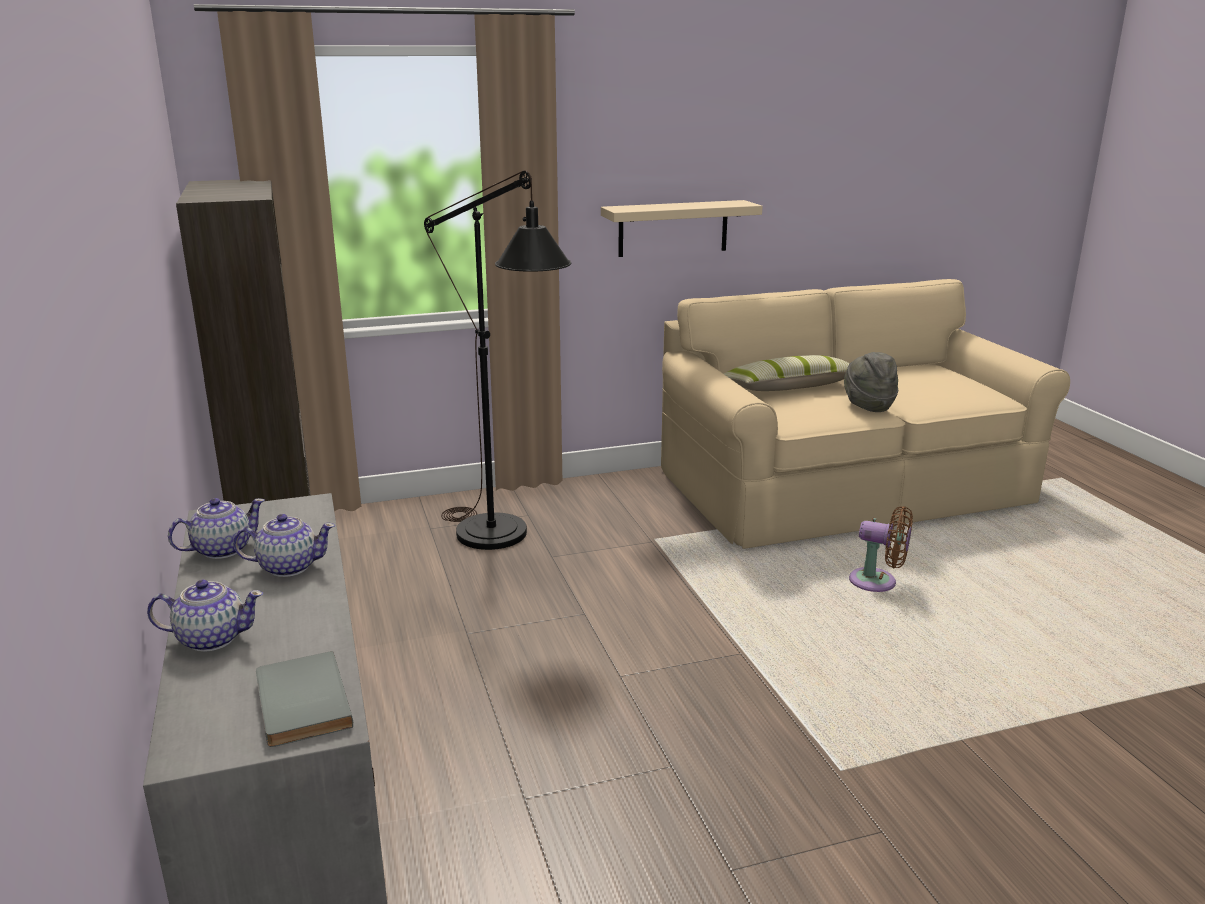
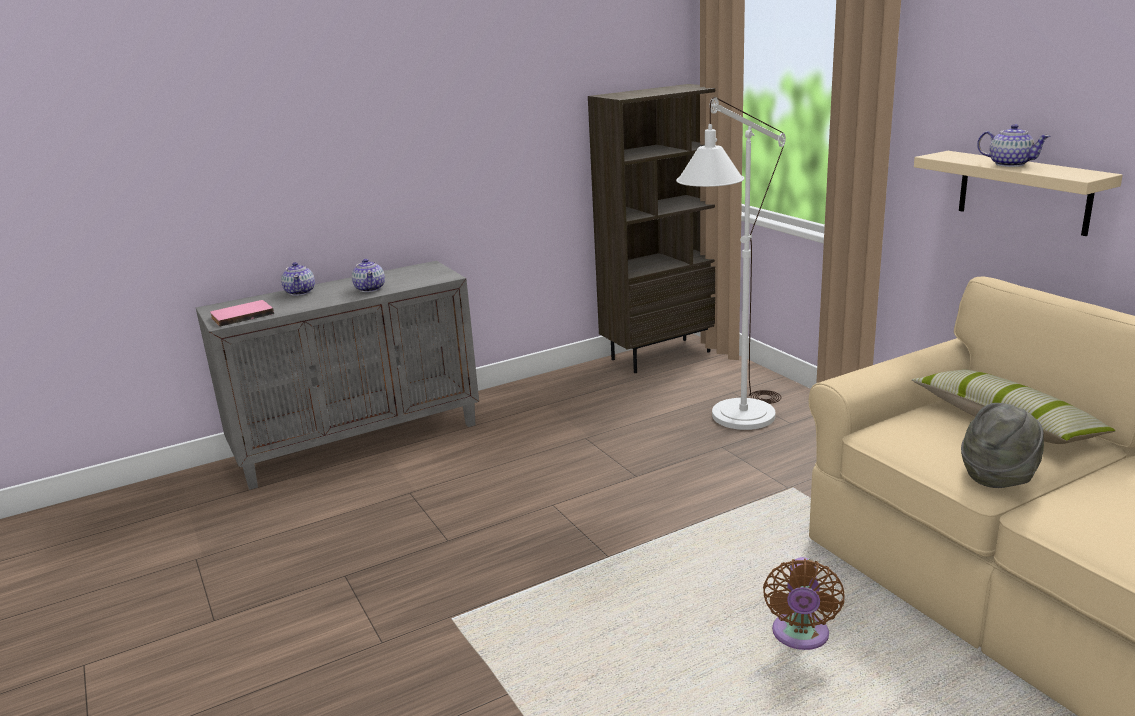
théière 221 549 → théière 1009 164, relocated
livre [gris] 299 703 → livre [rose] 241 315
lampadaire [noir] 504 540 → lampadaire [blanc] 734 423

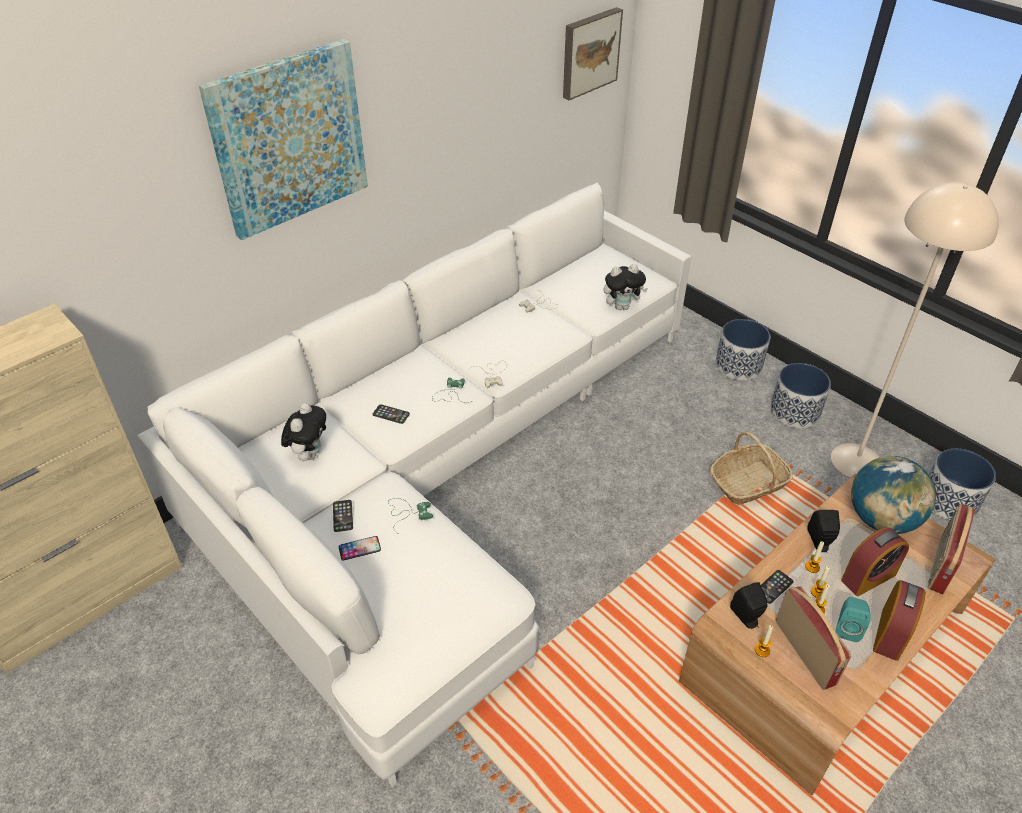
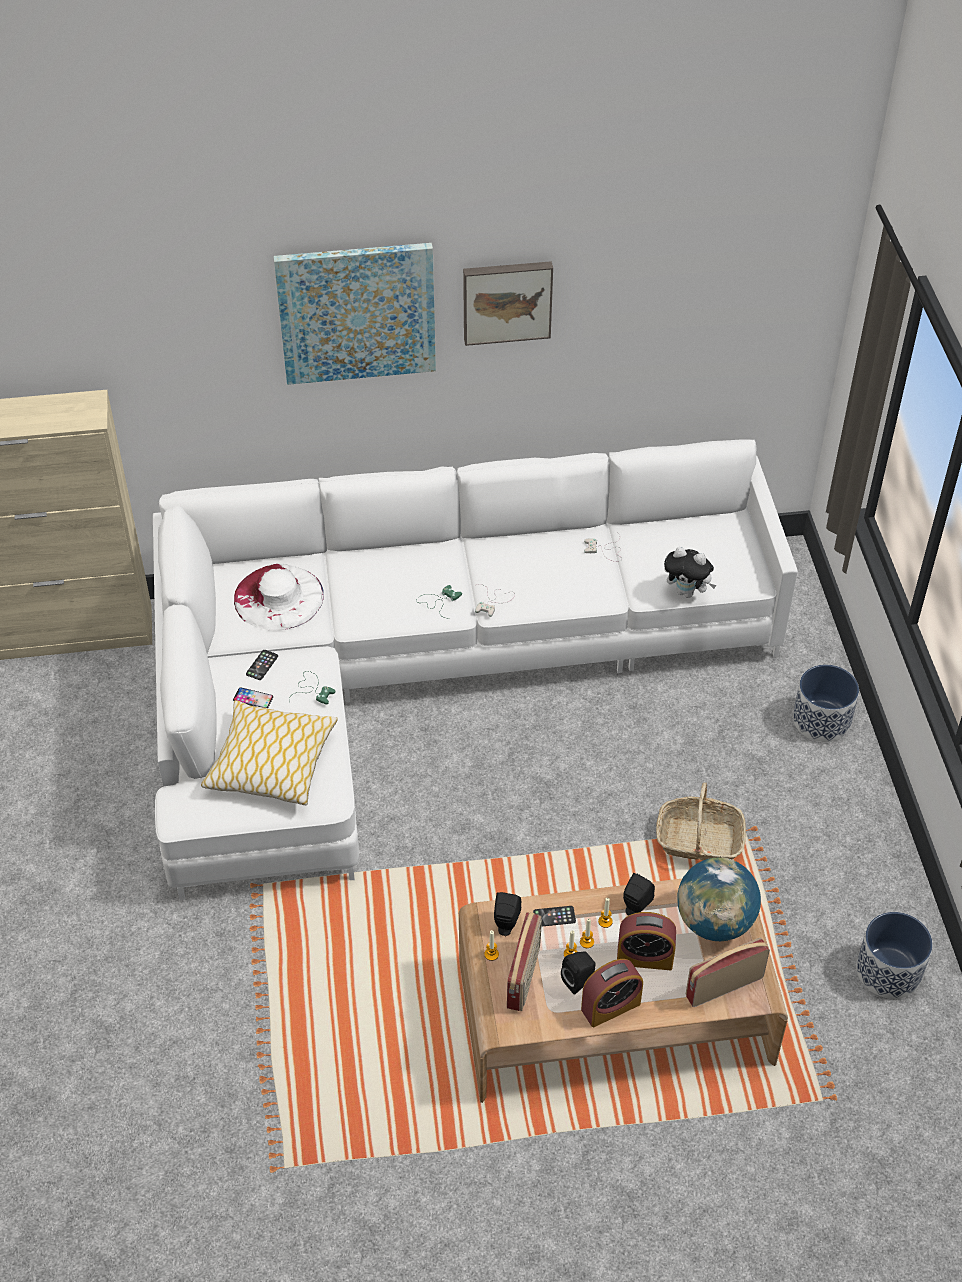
peluche 309 453 → chapeau [blanc] 278 597
téléphone 391 414 → -
tableau 589 52 → tableau 507 300, relocated
cache-pot 795 412 → -
lampadaire [beige] 857 461 → -
enceinte [turquoise] 847 628 → enceinte [noir] 579 981
- → coussin 271 763

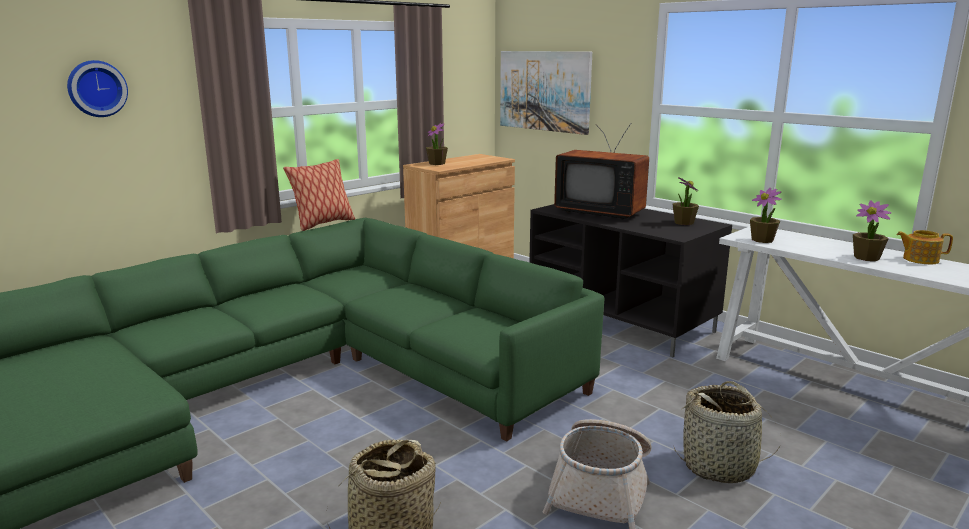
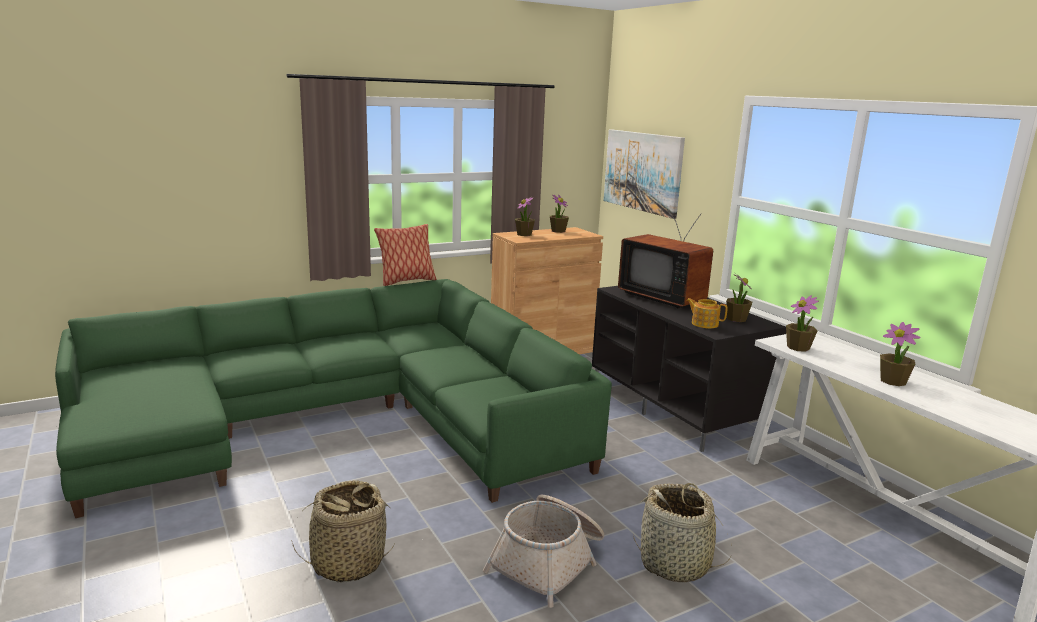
horloge murale 96 88 → -
théière 919 259 → théière 704 324, relocated
- → plante en pot 558 231

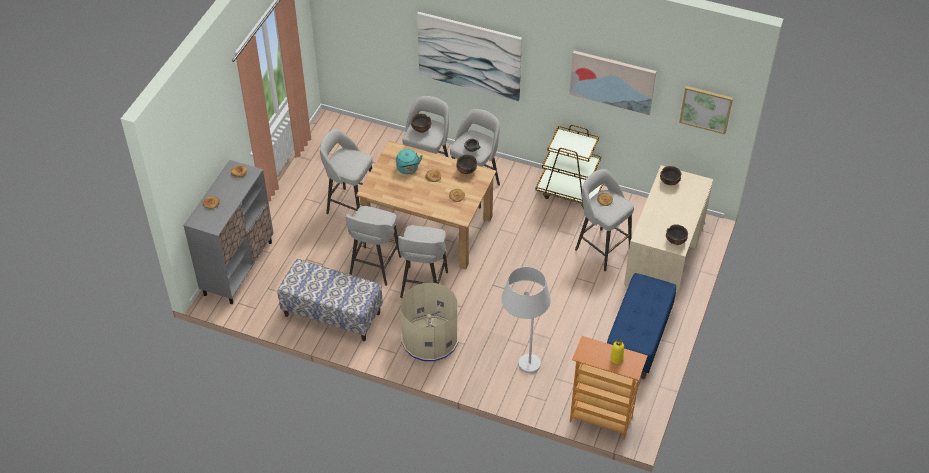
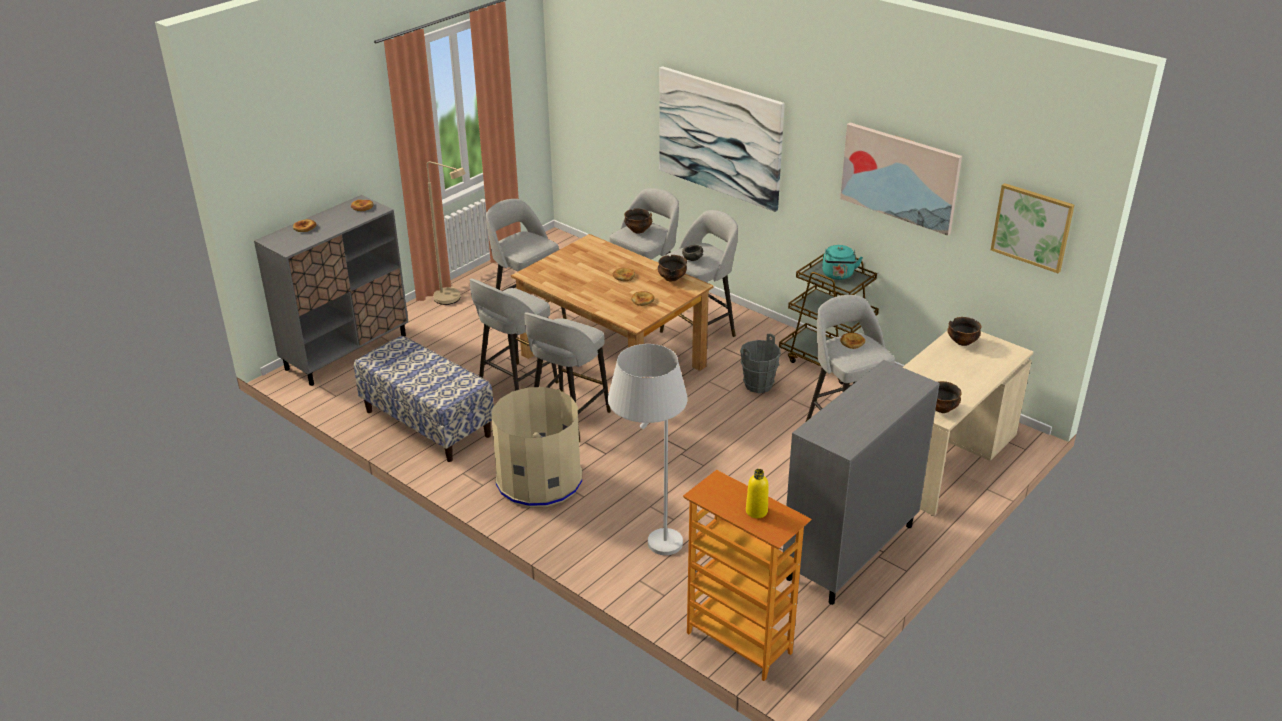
bouilloire [turquoise] 408 169 → bouilloire [turquoise] 838 275, relocated
banc [bleu] 638 339 → meuble de rangement [gris] 850 552
- → lampadaire [beige] 453 300
- → seau [gris] 758 385

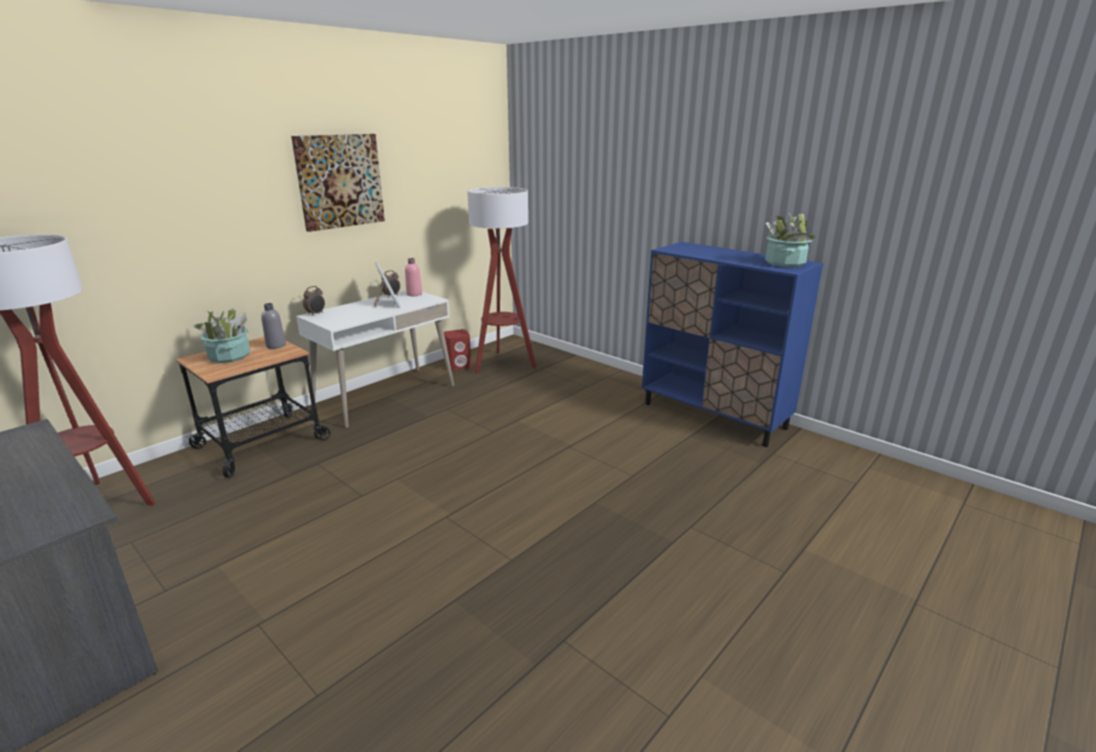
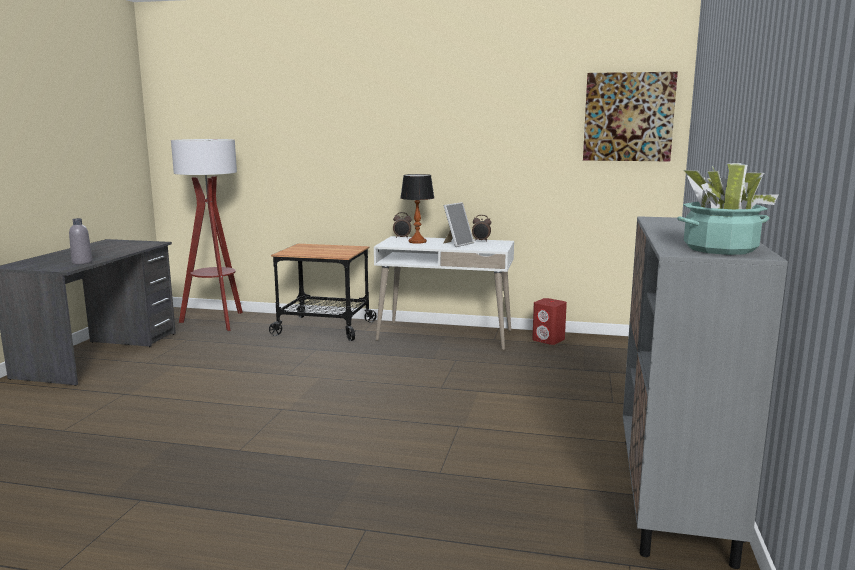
plante en pot 229 356 → -
bouteille [gris] 276 345 → bouteille [gris] 82 262, relocated
tableau 339 181 → tableau 628 117, relocated
bouteille [rose] 414 294 → -
lampadaire 503 364 → -
meuble de rangement [bleu] 714 416 → meuble de rangement [gris] 673 496
- → lampe de table 417 241

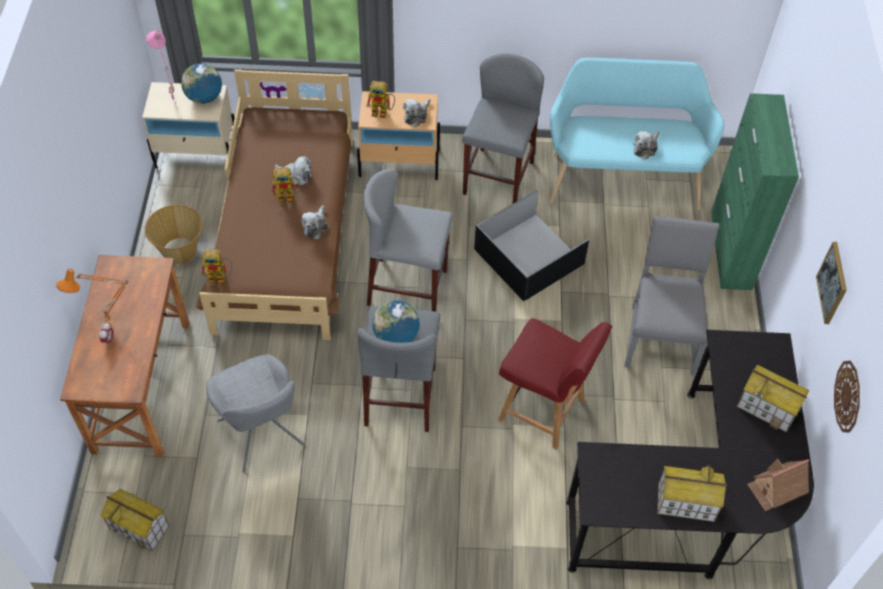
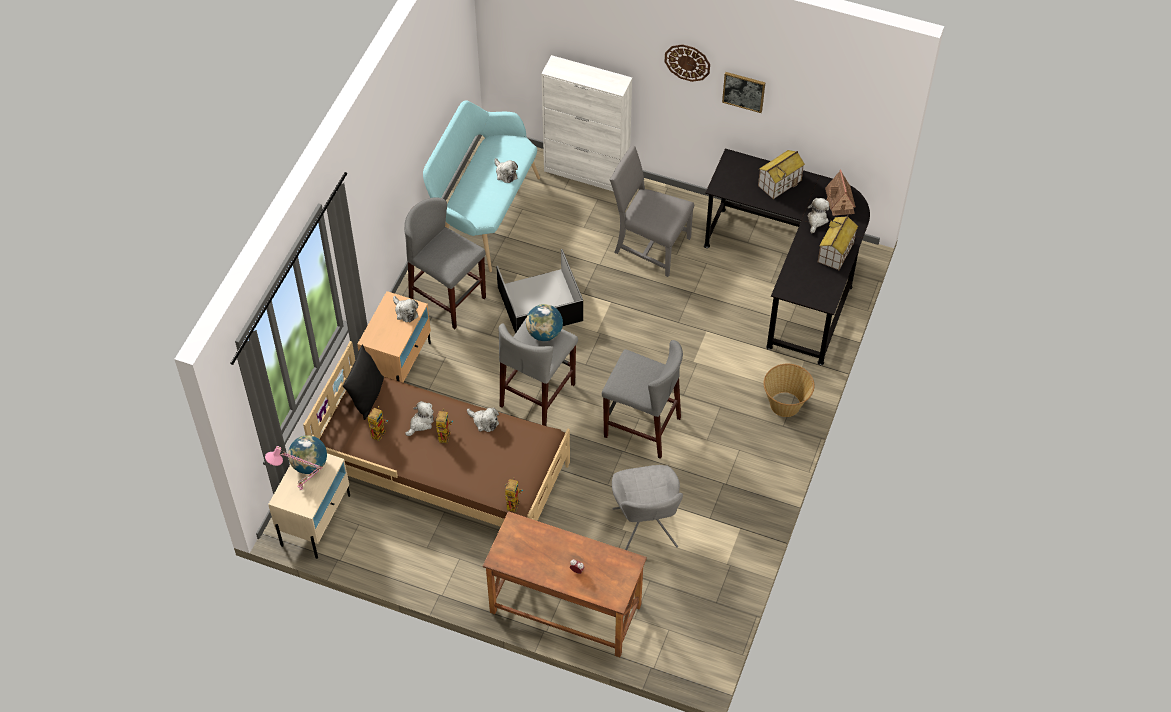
lampe de table [orange] 108 322 → -
maison miniature 140 527 → -
panier 180 251 → panier 785 404, relocated
chaise [gris] 262 436 → chaise [gris] 645 530, 90 degrees clockwise
robot jouet 383 112 → robot jouet 378 431, relocated
globe 396 336 → globe 544 333, relocated
chaise [rouge] 543 411 → -
meuble de rangement [vert] 731 250 → meuble de rangement [blanc] 587 173
horloge murale 848 396 → horloge murale 687 62, relocated
- → coussin [noir] 367 397
- → peluche 817 220

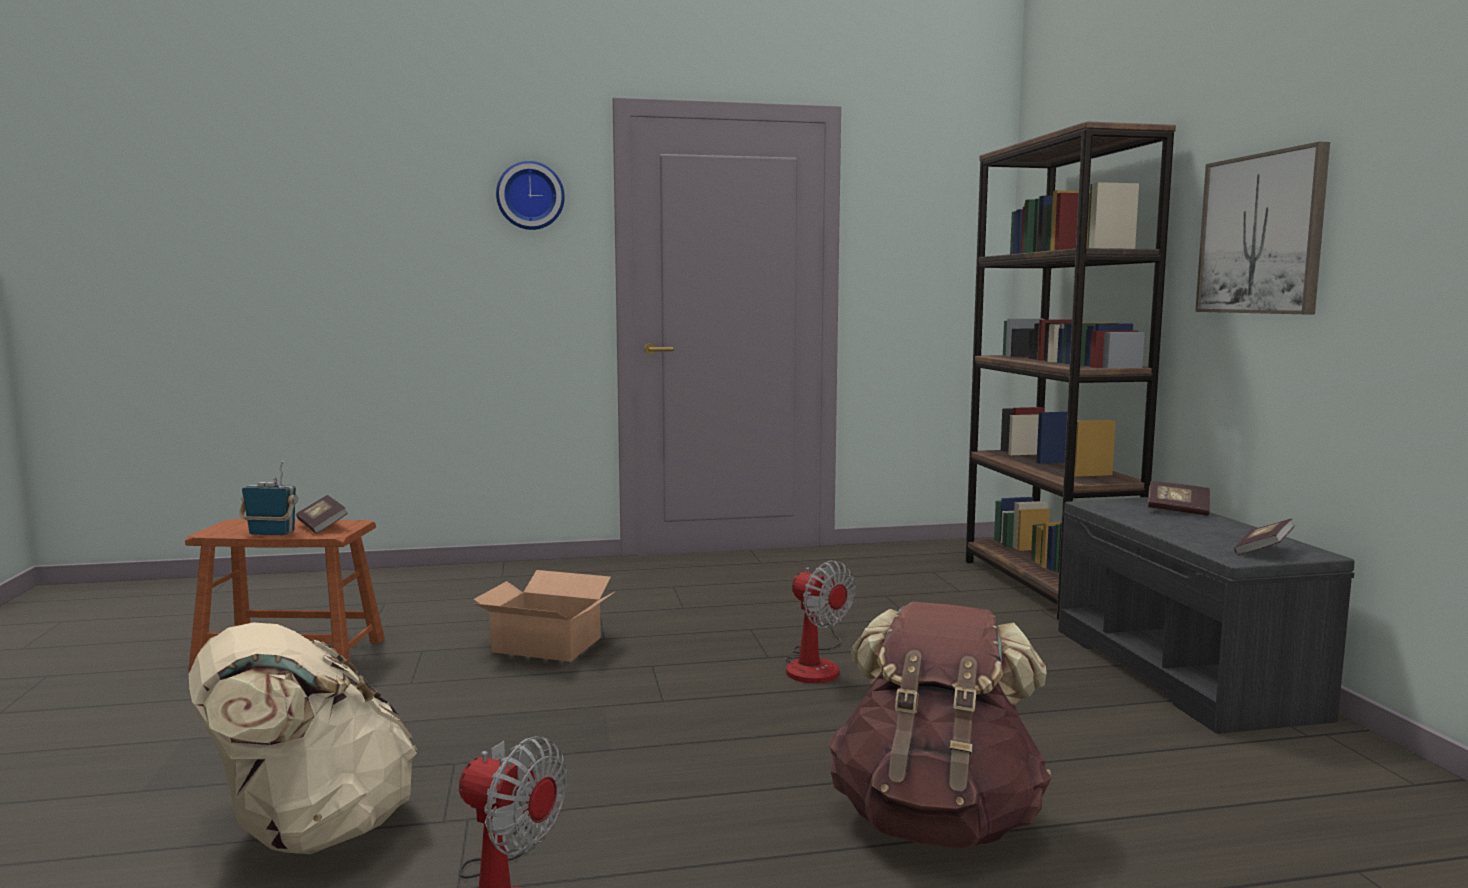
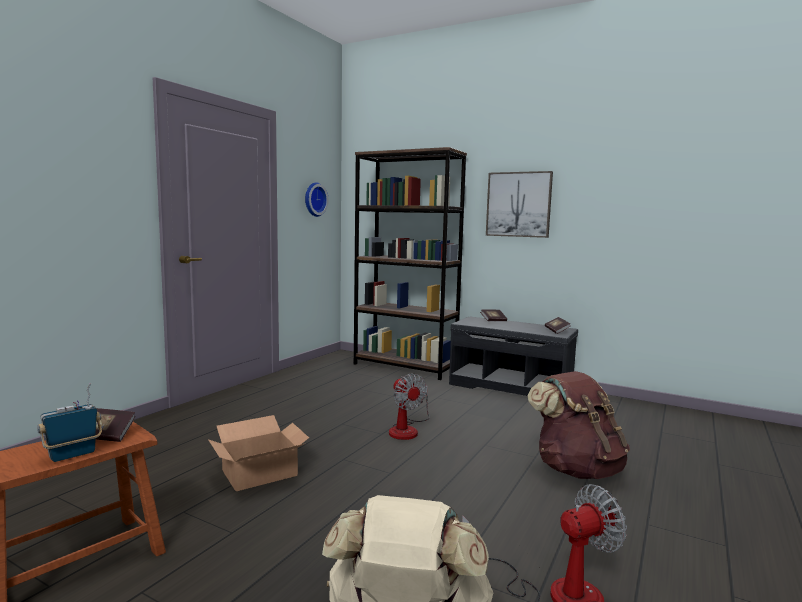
horloge murale 530 196 → horloge murale 314 199, relocated
ventilateur 815 665 → ventilateur 407 429, 60 degrees clockwise

